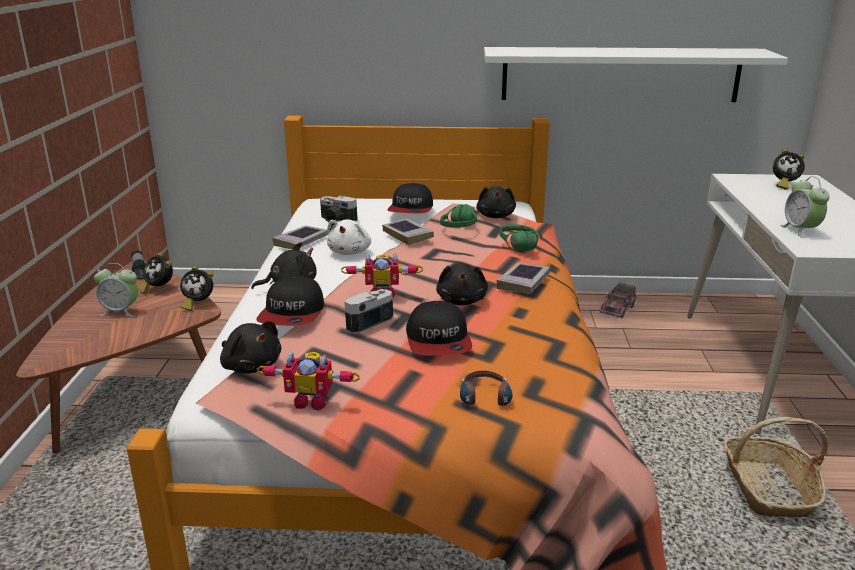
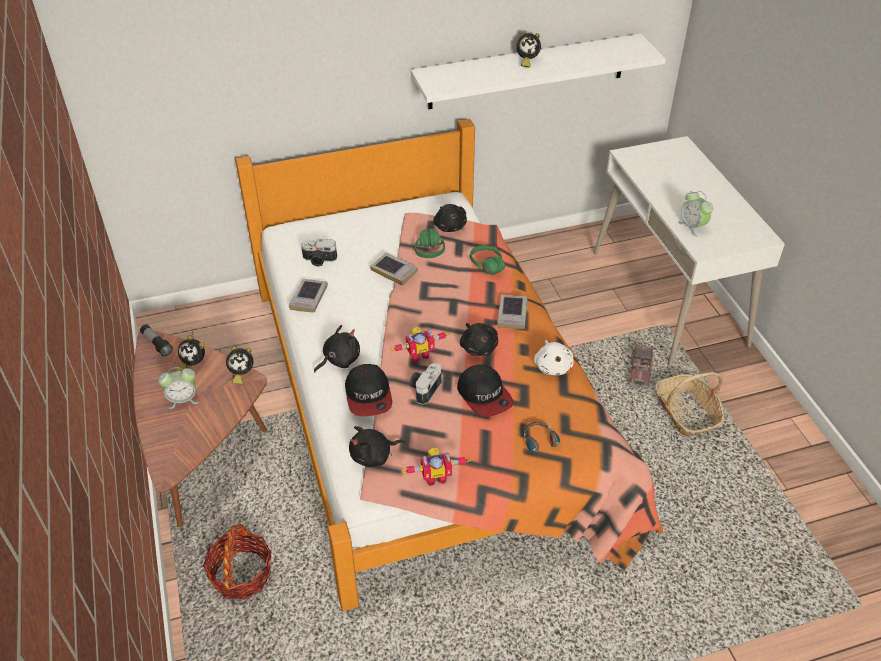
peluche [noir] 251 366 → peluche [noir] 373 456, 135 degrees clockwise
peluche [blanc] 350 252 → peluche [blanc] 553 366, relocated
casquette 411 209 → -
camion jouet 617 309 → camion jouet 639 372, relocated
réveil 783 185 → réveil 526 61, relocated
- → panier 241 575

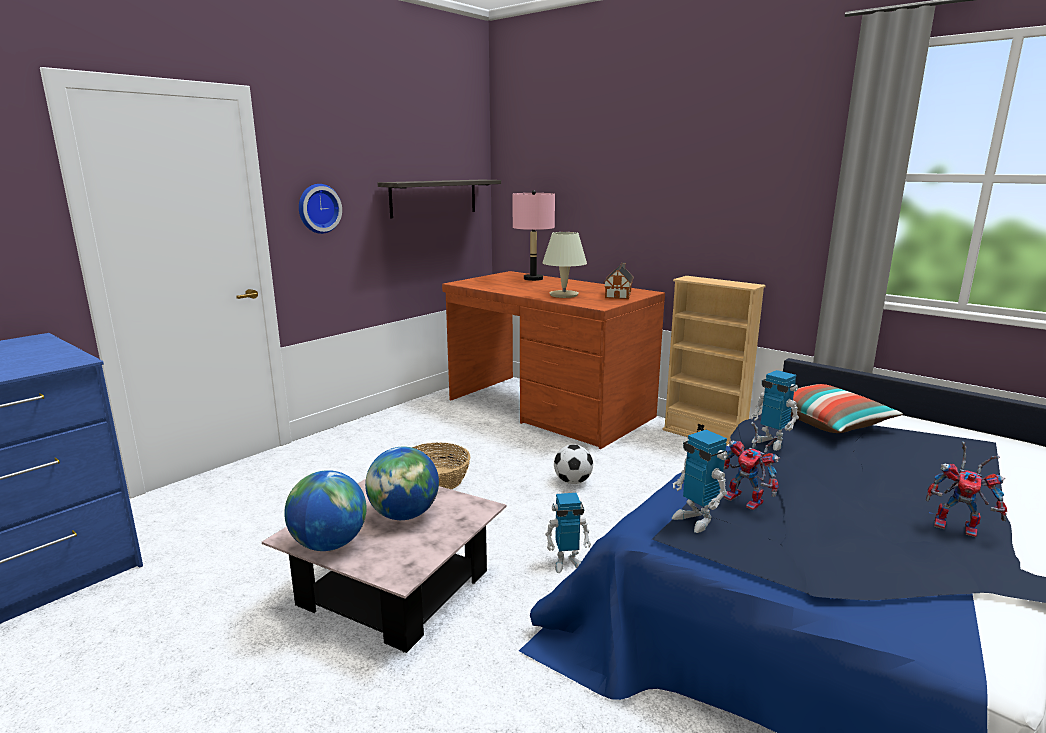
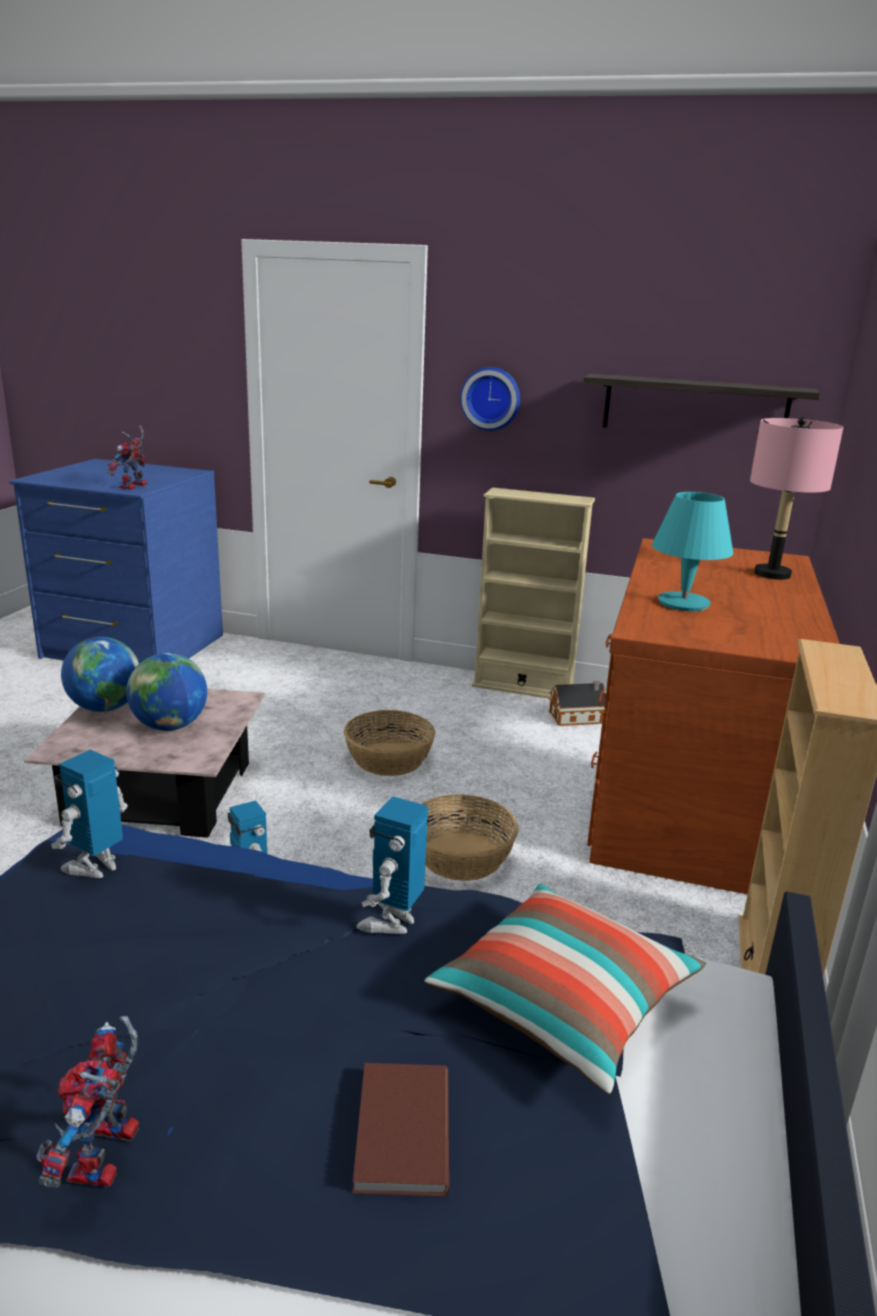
lampe de table [beige] 563 295 → lampe de table [turquoise] 683 603
ballon de foot 573 481 → panier 461 857
maison miniature 618 295 → maison miniature 577 718, relocated
robot jouet 748 501 → robot jouet 133 487, relocated
- → livre [marron] 399 1132
- → bibliothèque [beige] 523 687

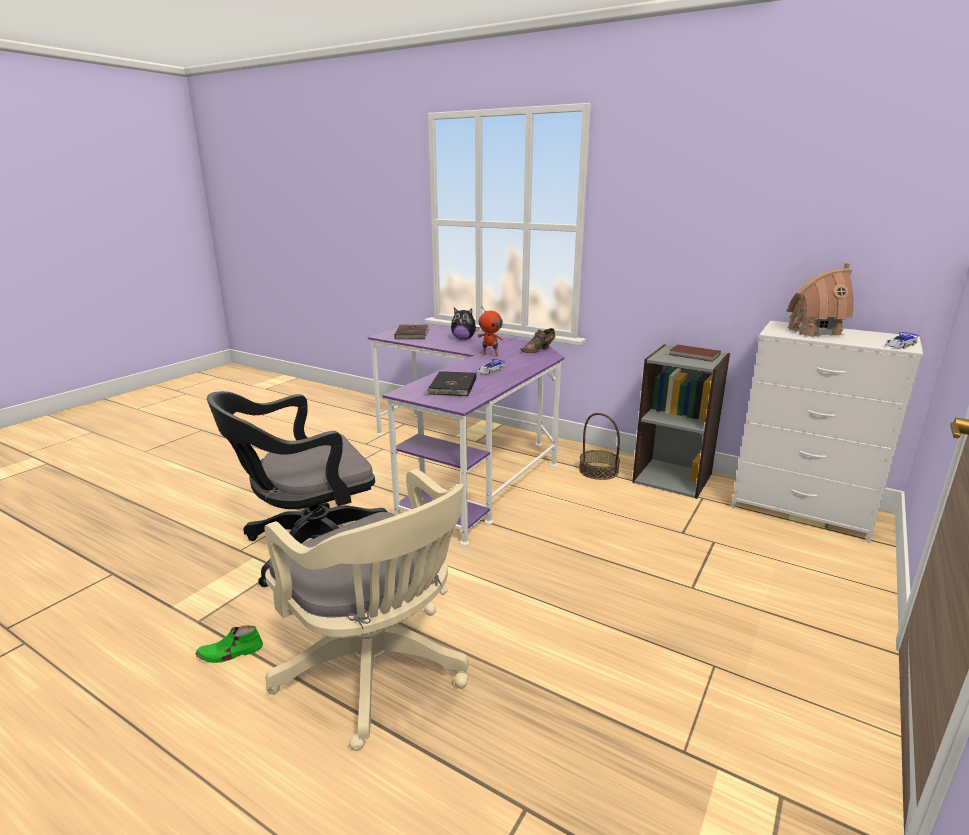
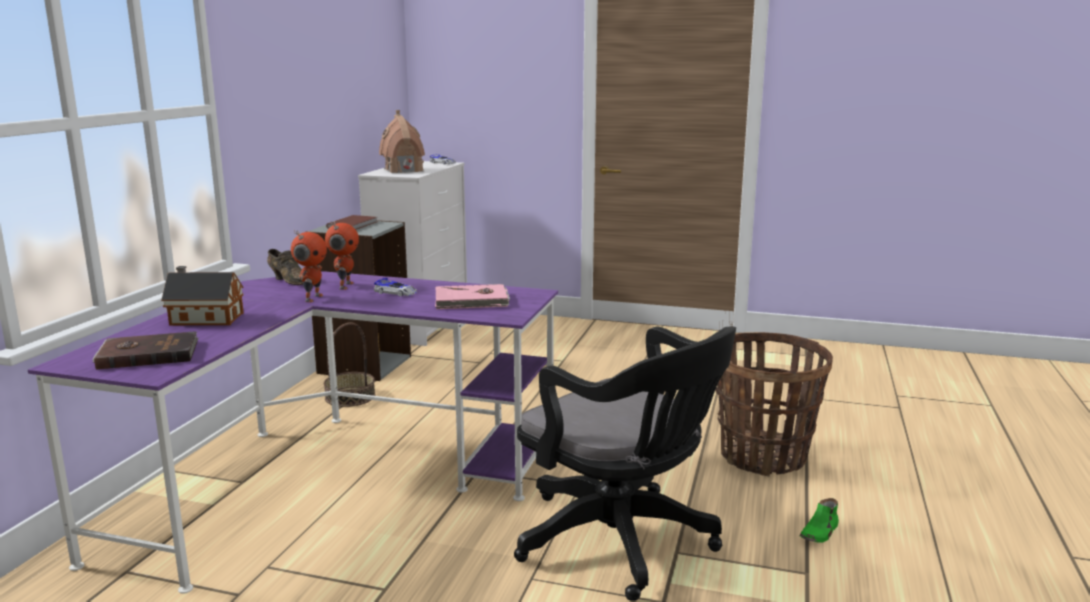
chaussure [vert] 230 653 → chaussure [vert] 820 532, 75 degrees clockwise
chaise de bureau [beige] 378 672 → panier 763 456
livre [noir] 452 386 → livre [rose] 472 301
peluche 464 339 → maison miniature 204 318
- → robot jouet 345 286

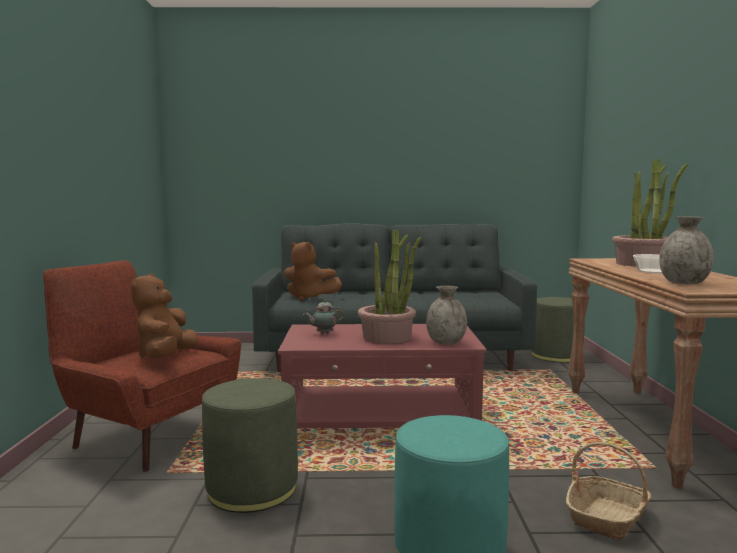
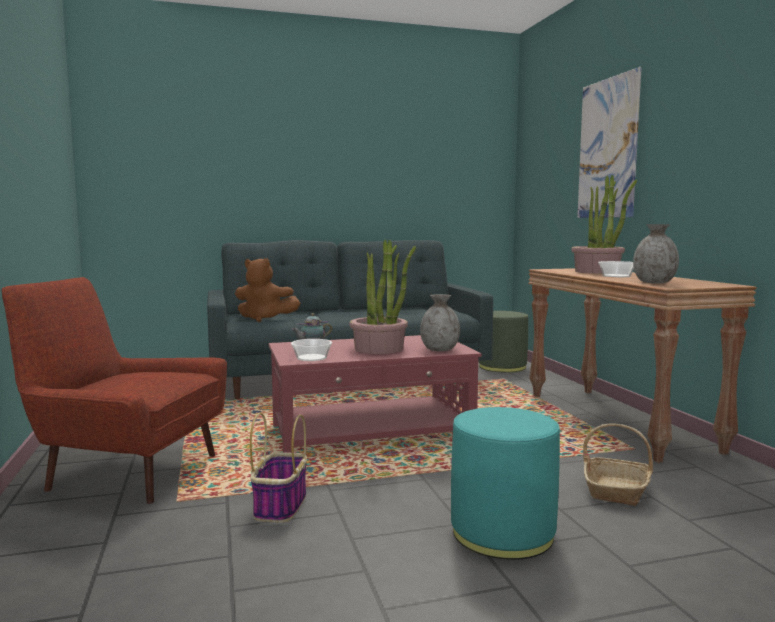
peluche [marron] 165 357 → -
pouf [vert] 252 489 → panier 280 505
- → bol 311 358
- → tableau 607 148

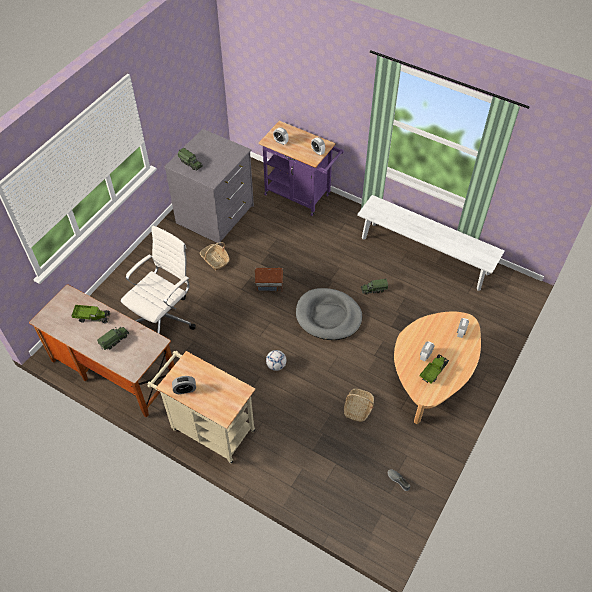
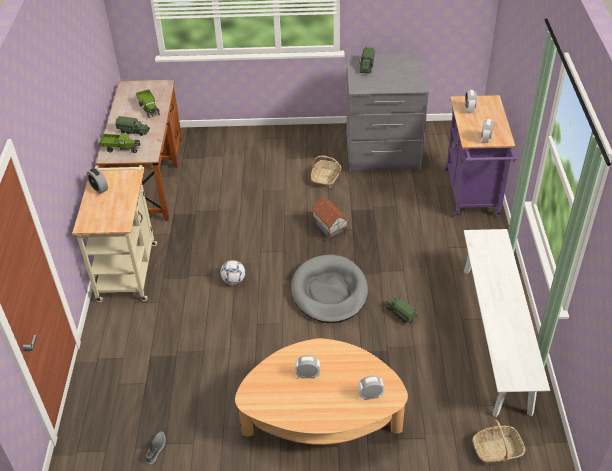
chaise de bureau [blanc] 164 318 → -
panier 358 408 → panier 497 450, relocated
camion jouet 433 371 → camion jouet 121 148, relocated

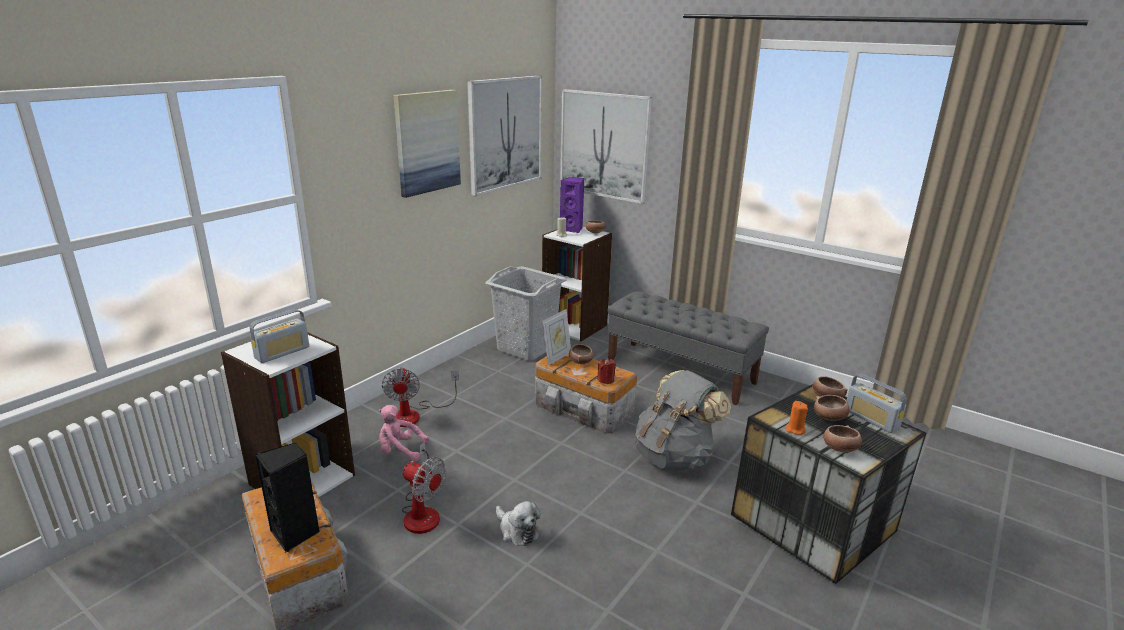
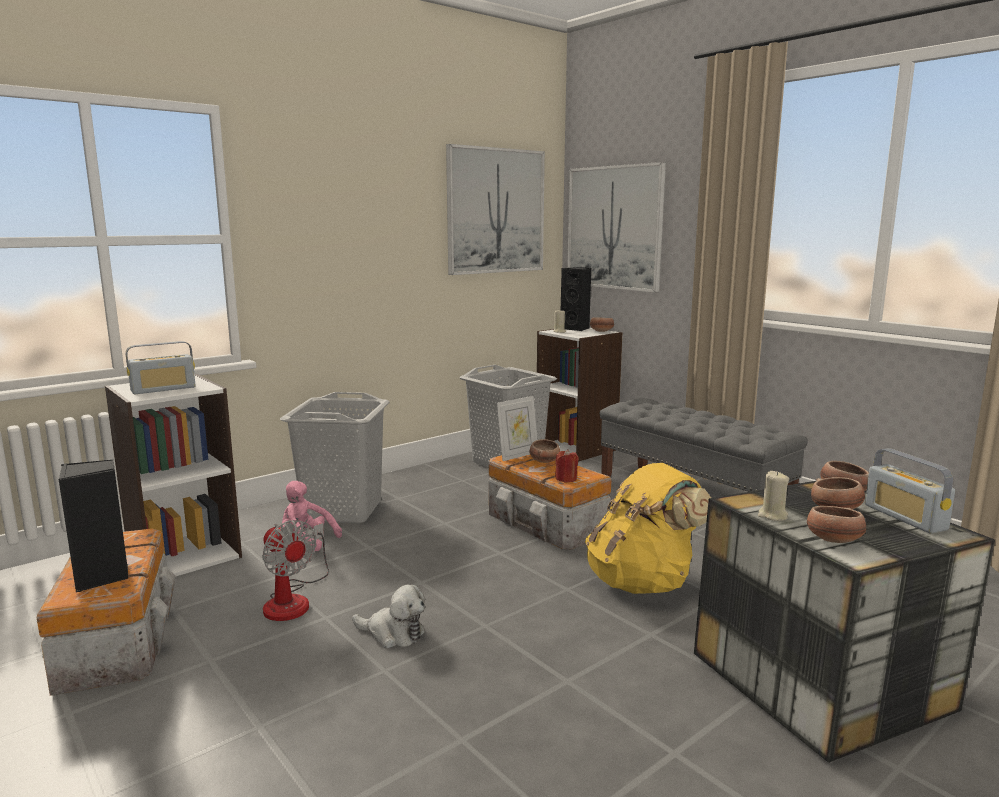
ventilateur 414 415 → panier à linge [gris] 343 510
tableau 427 142 → -
peluche 517 531 → peluche 393 634, 45 degrees counterclockwise
enceinte [violet] 572 229 → enceinte [noir] 576 328
sac à dos [gris] 674 457 → sac à dos [jaune] 643 582
bougie [orange] 795 430 → bougie [beige] 772 516

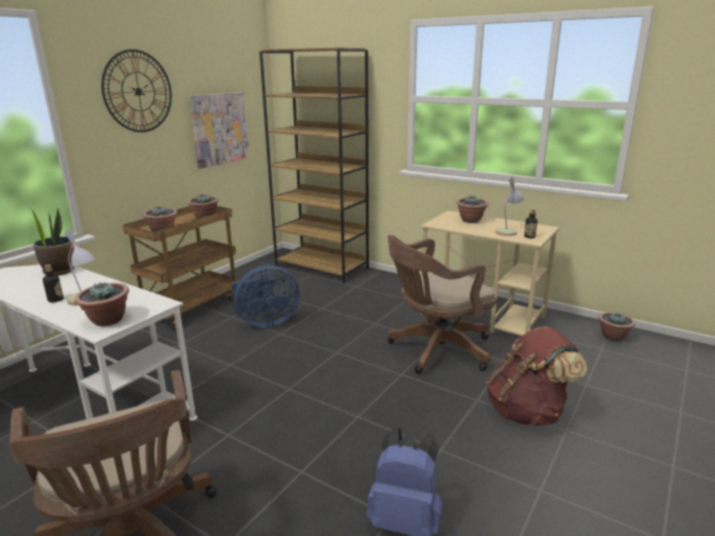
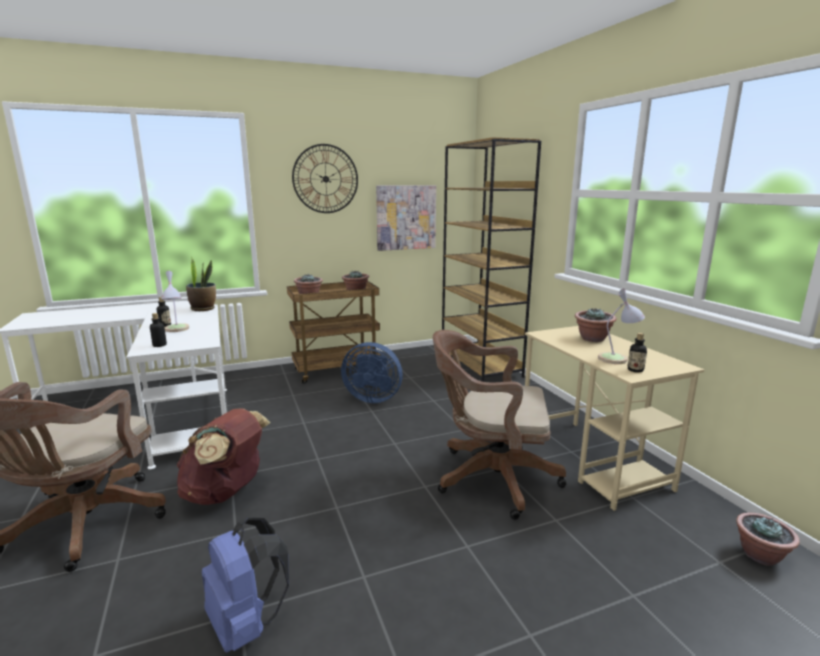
plante en pot 107 320 → bouteille 159 345
sac à dos [marron] 527 412 → sac à dos [marron] 226 492, relocated

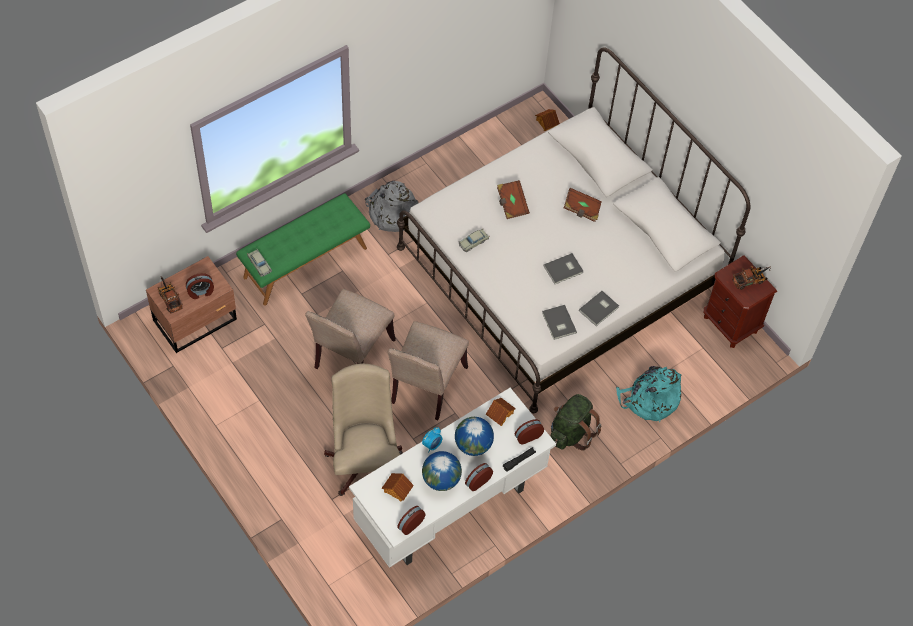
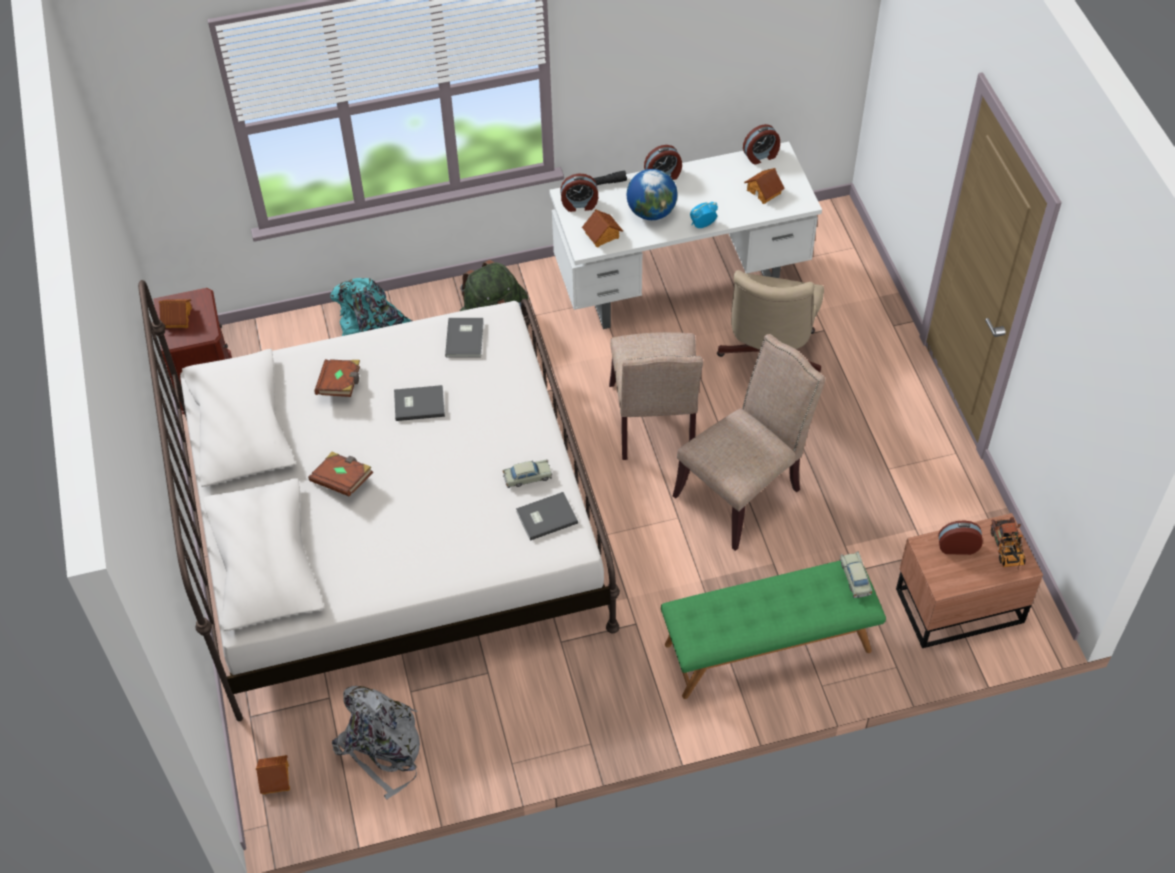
sac à dos [gris] 391 213 → sac à dos [gris] 382 748, relocated
chaise [beige] 426 387 → chaise [beige] 655 424, 135 degrees clockwise
globe 441 479 → -
livre [marron] 511 204 → livre [marron] 340 385, relocated
livre [gris] 599 309 → livre [gris] 545 516, relocated
camion jouet 751 280 → maison miniature 177 317

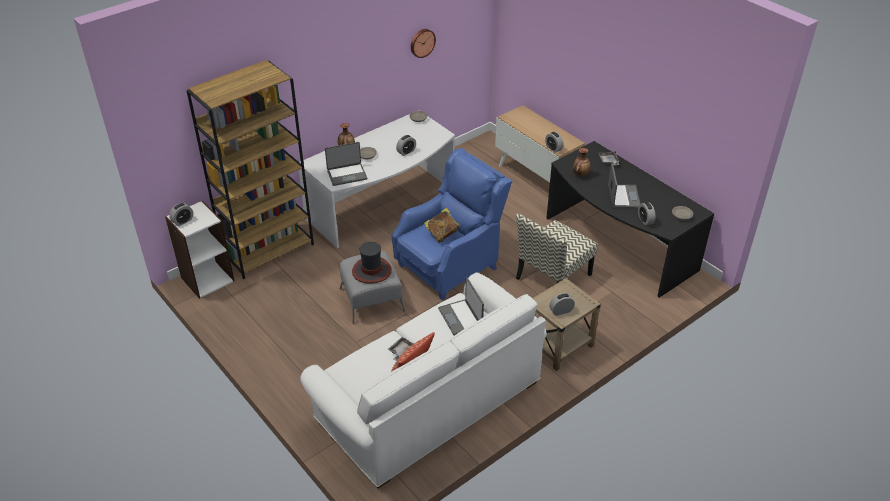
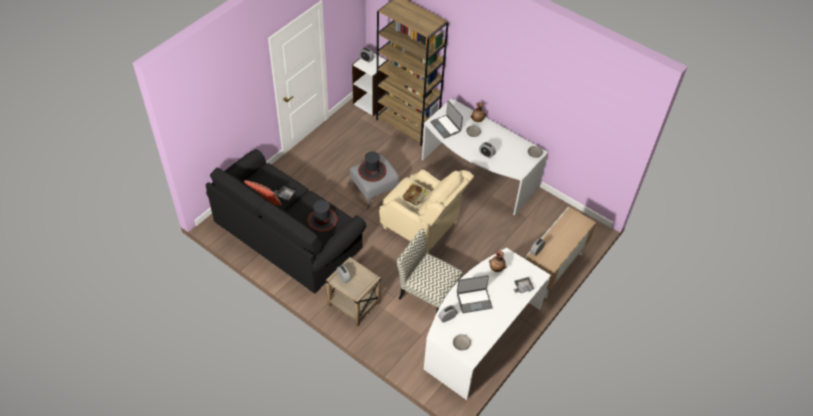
canapé [blanc] 428 401 → canapé [noir] 287 236
fauteuil [bleu] 449 265 → fauteuil [beige] 422 226
horloge murale 422 42 → -
ordinateur portable 461 317 → chapeau 322 220
bureau [noir] 617 245 → bureau [blanc] 480 335

